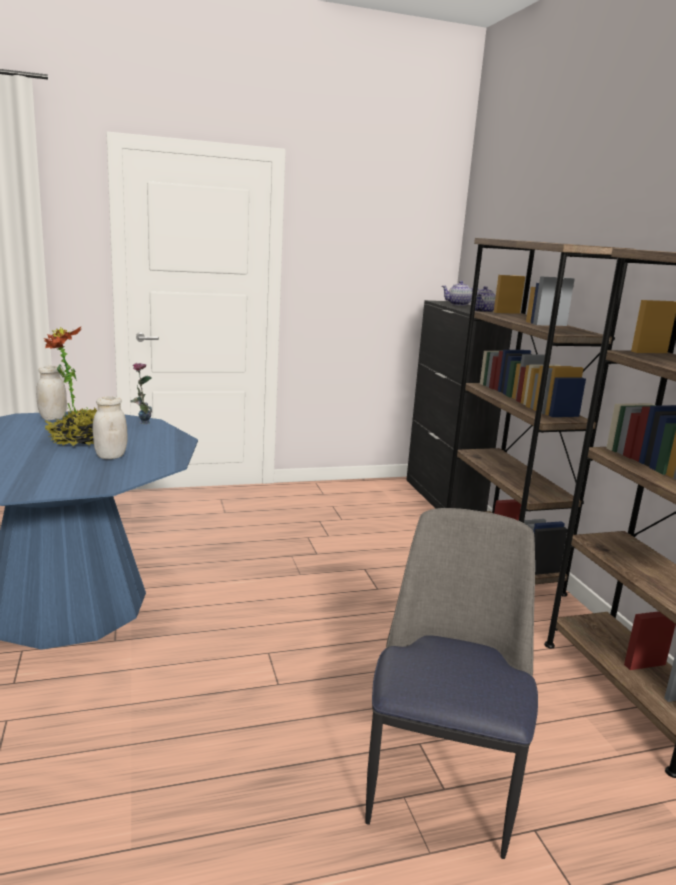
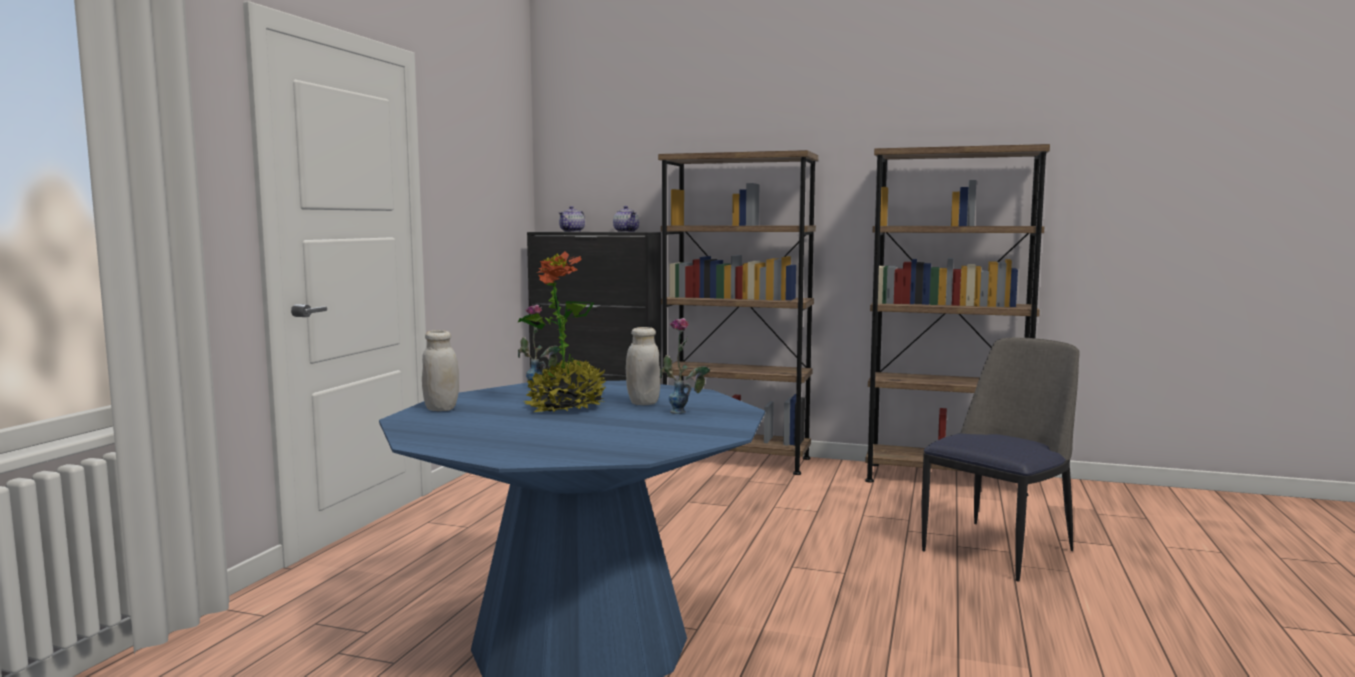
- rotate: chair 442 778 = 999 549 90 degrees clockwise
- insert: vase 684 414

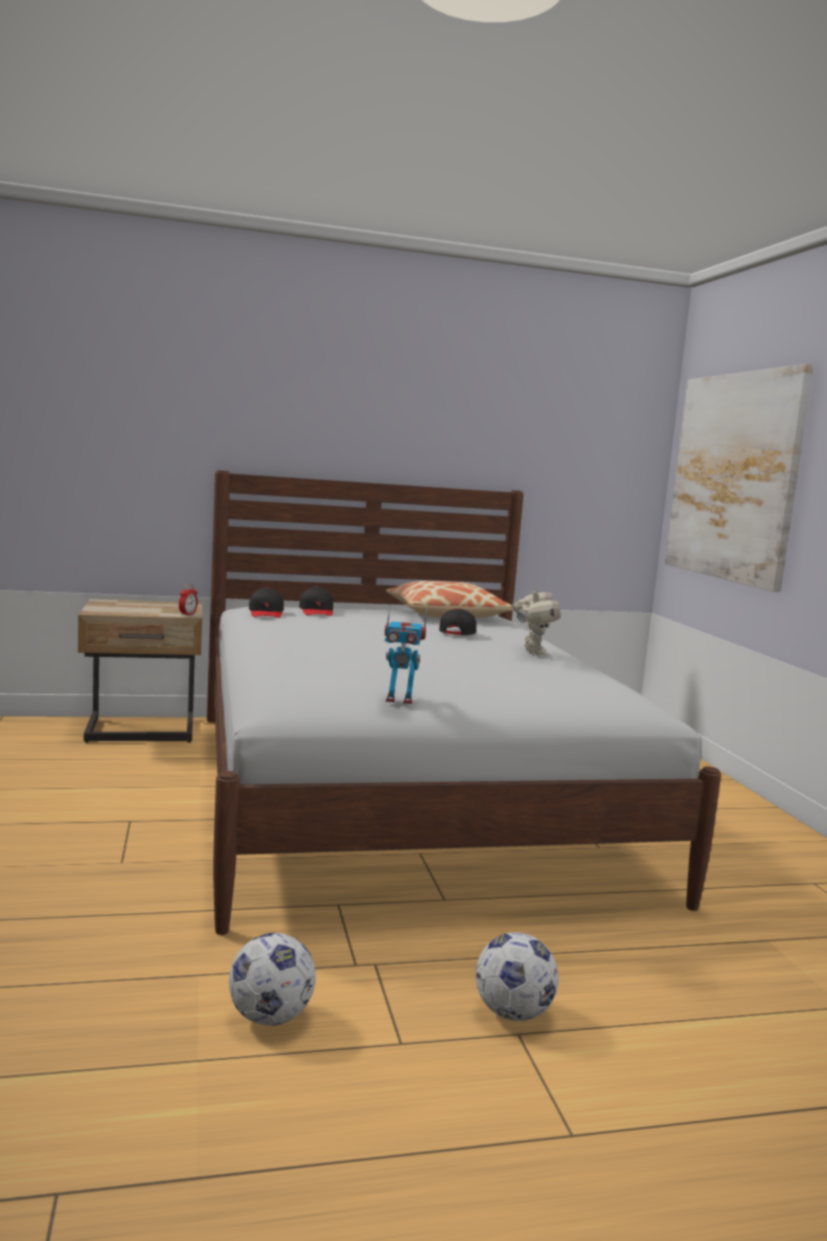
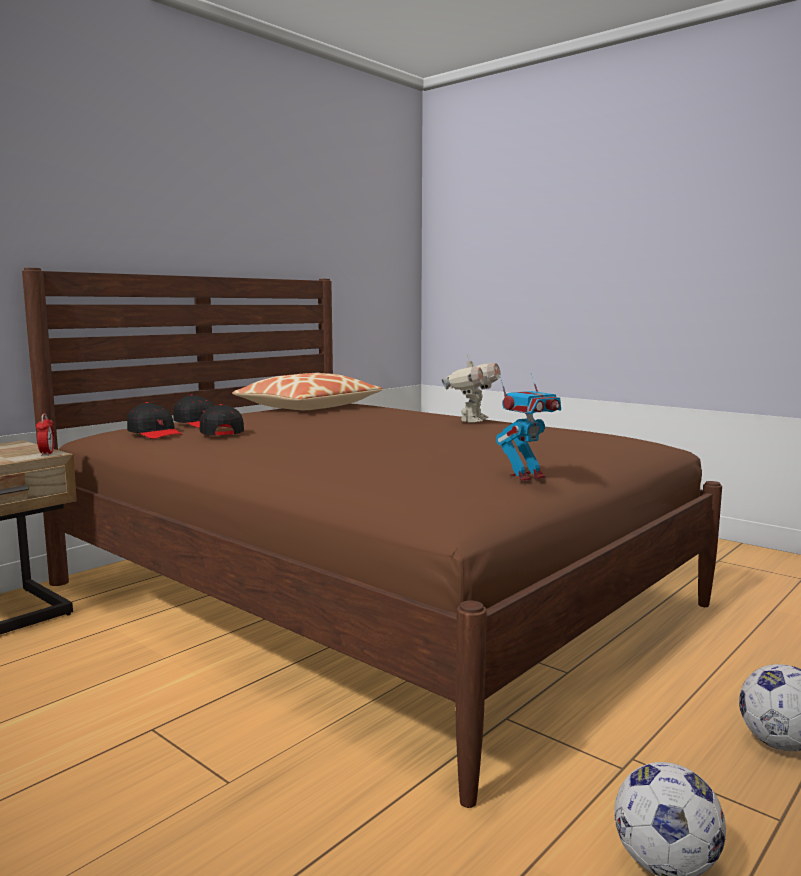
- recolor: whitish bed 401 794 to brownish bed 369 594
- move: black baseball cap 458 632 to 220 433
- rotate: toy robot 532 652 = 471 421 60 degrees clockwise
- delete: picture 733 476

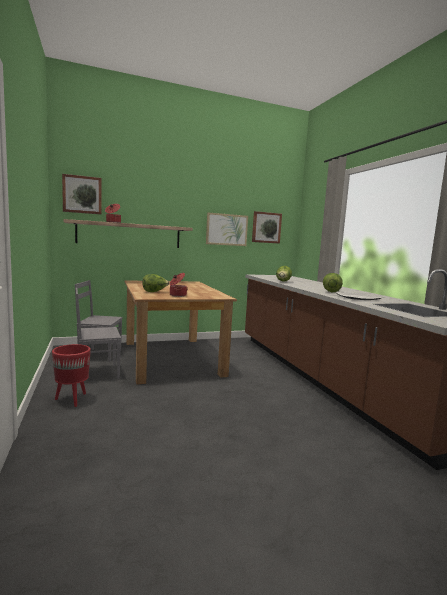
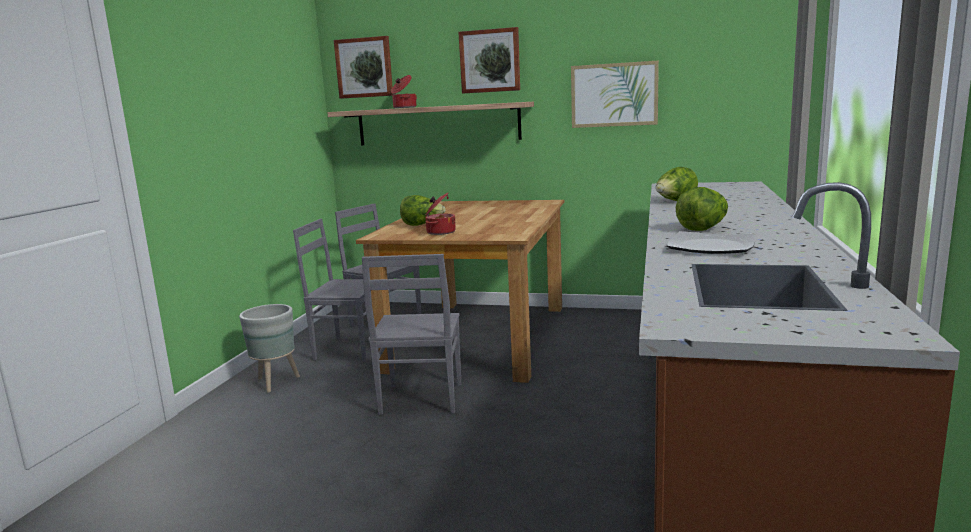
- recolor: reddish plant pot 72 399 to greyish plant pot 276 382
- move: picture 266 227 to 490 61
- insert: greyish chair 420 399

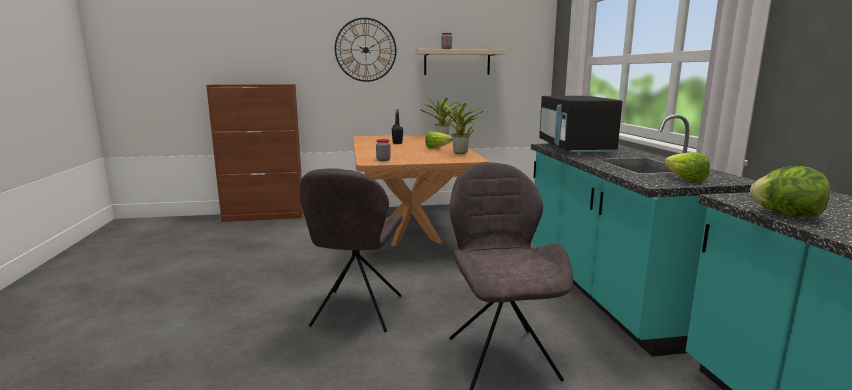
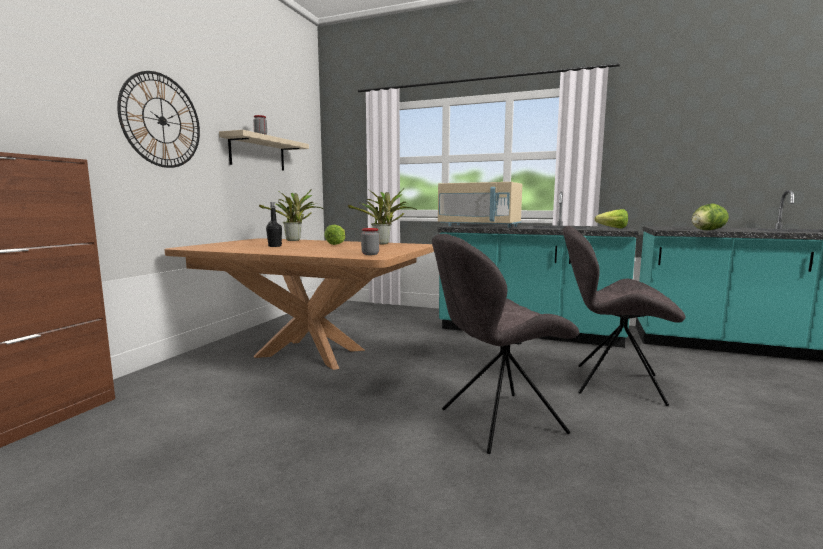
- rotate: greyish chair 356 312 = 497 422 120 degrees clockwise
- recolor: black microwave oven 574 149 to beige-coloured microwave oven 479 226

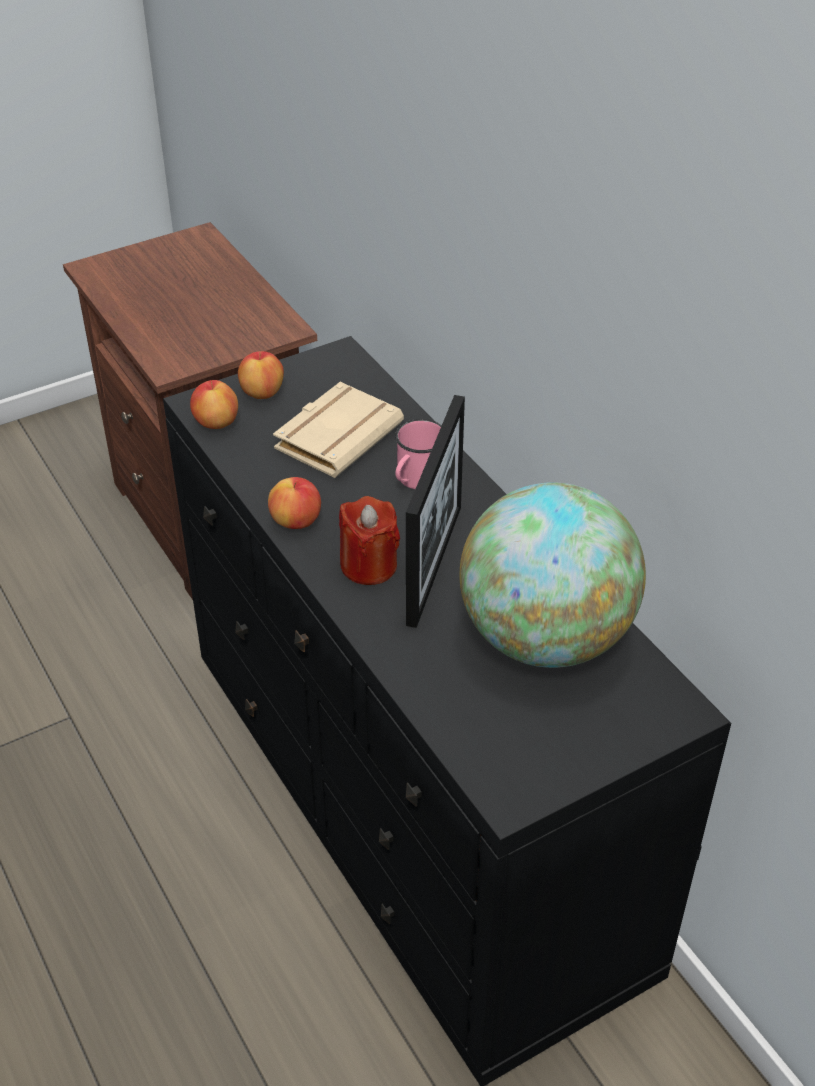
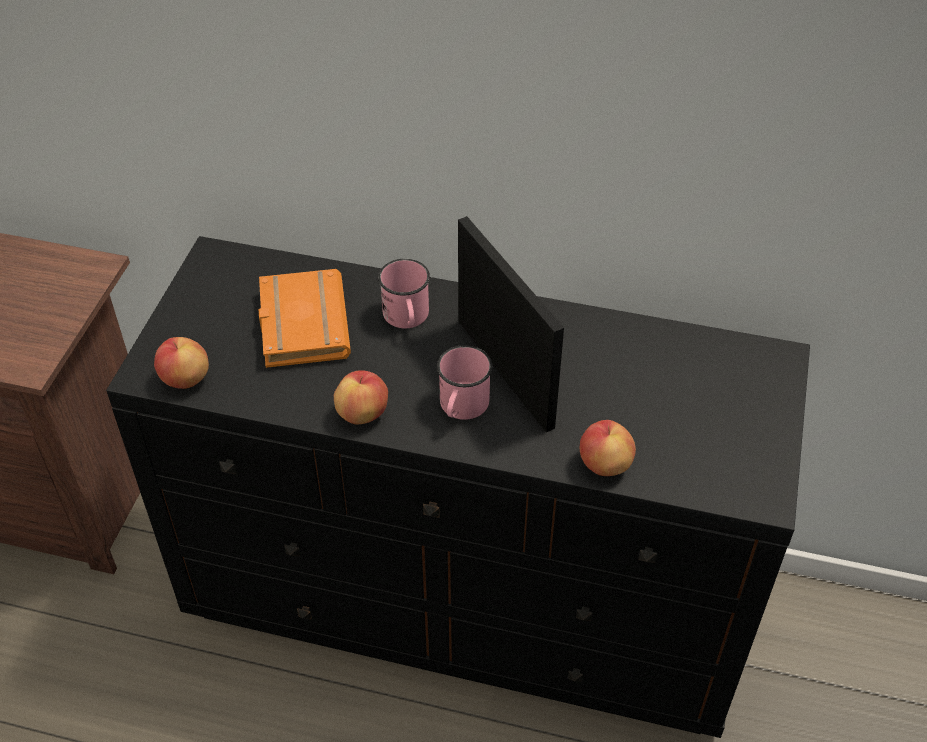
- move: apple fruit 262 393 to 604 464
- recolor: beige-coloured book 337 435 to orangey book 300 323
- replace: reddish candle 369 565 to pinkish mug 461 407
- delete: desk globe 545 638

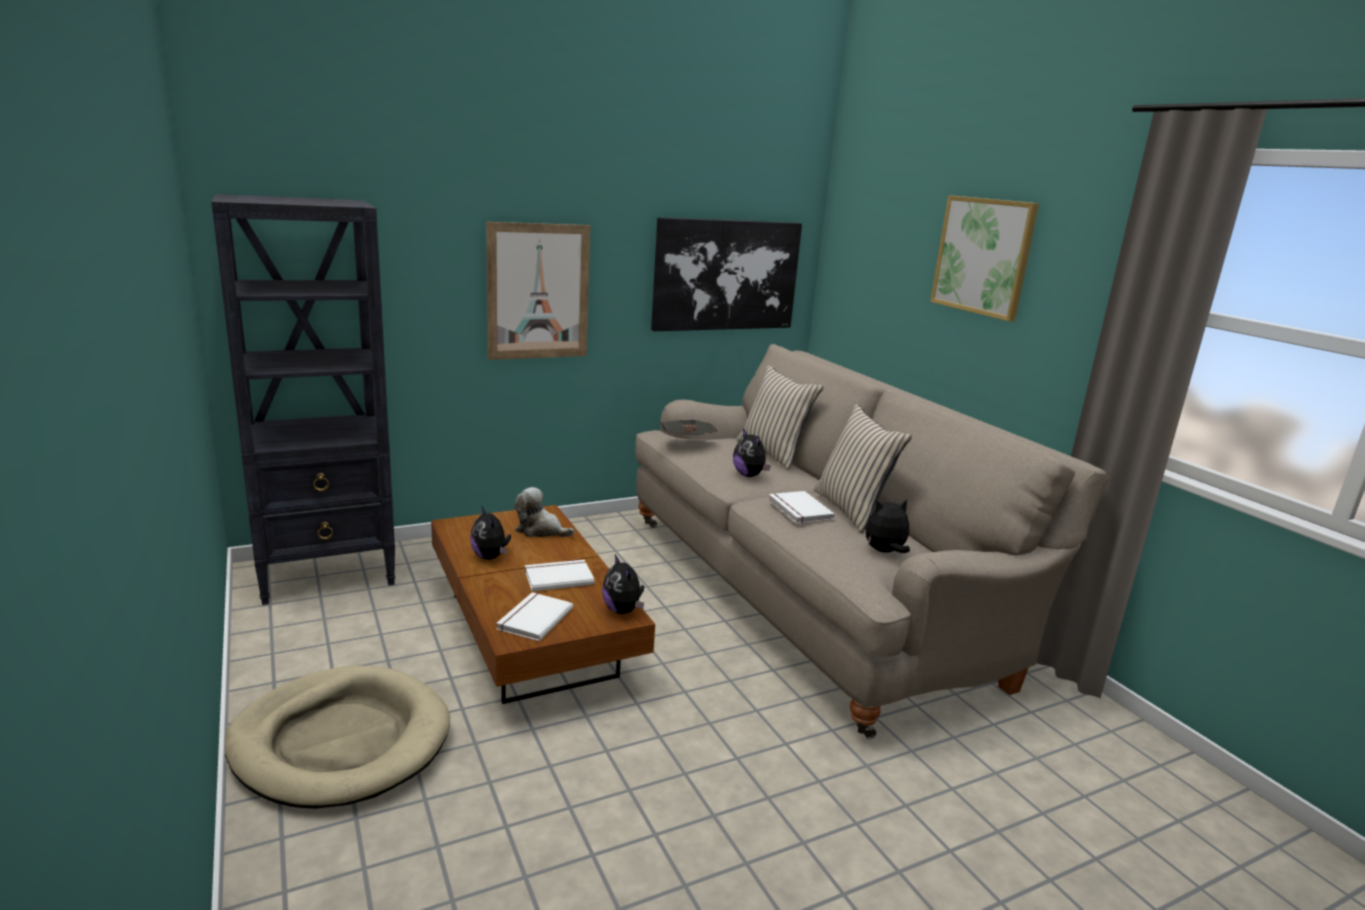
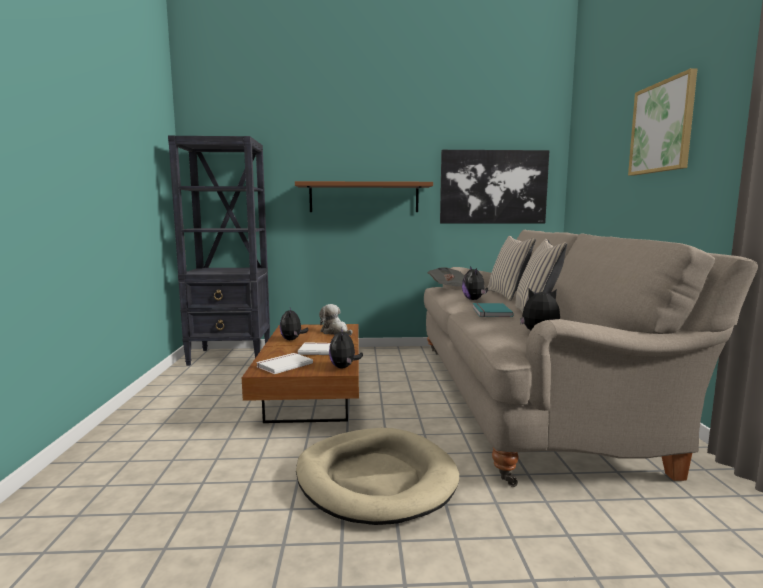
- move: beige-coloured dog bed 341 741 to 375 479
- replace: picture 538 292 to brownish shelf 364 197
- recolor: whitish book 798 510 to turquoise-coloured book 490 312

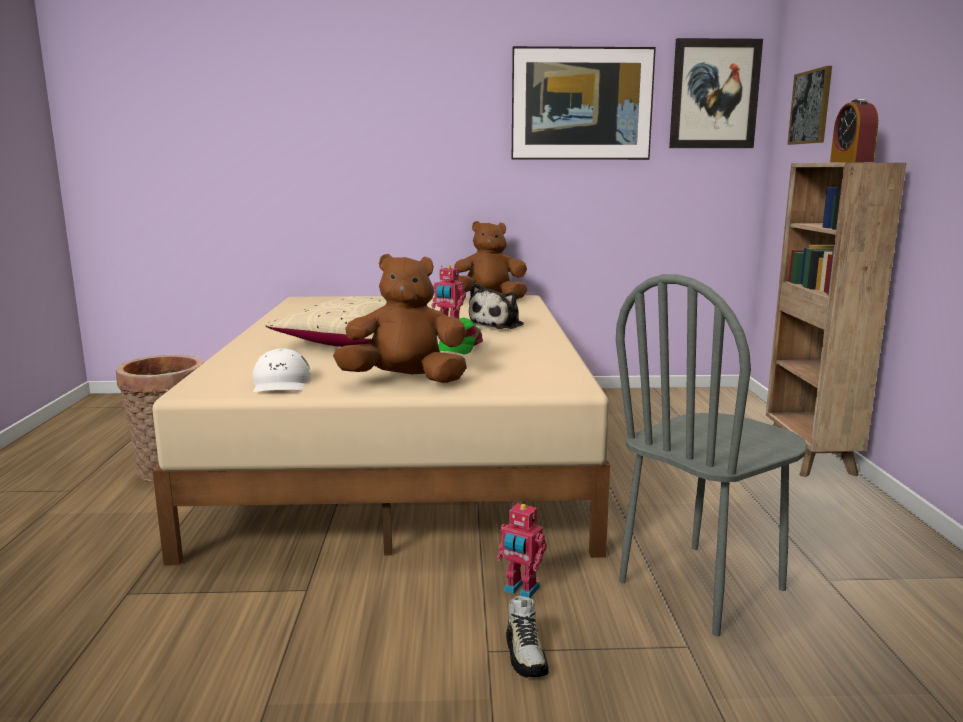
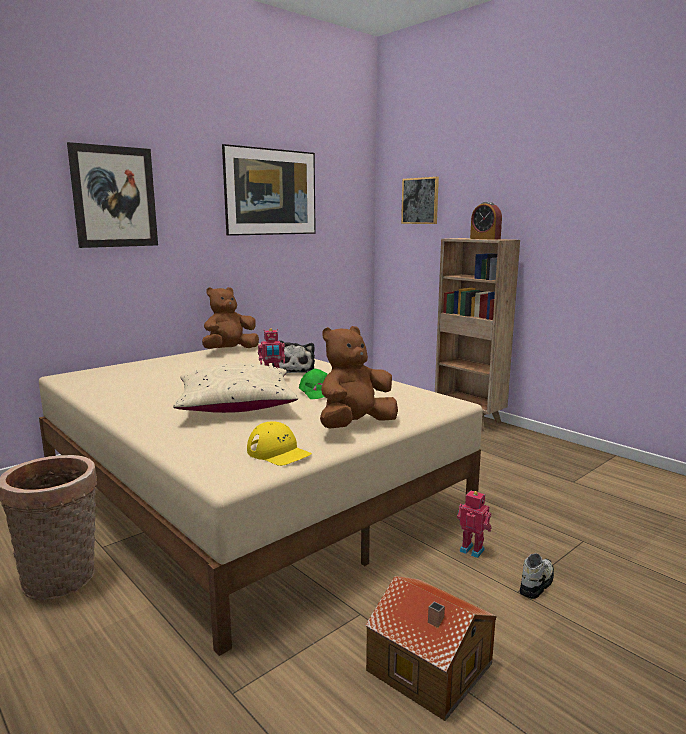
- recolor: whitish baseball cap 281 383 to yellowish baseball cap 278 452
- rotate: toy robot 520 590 = 472 549 135 degrees counterclockwise
- rotate: shoe 526 655 = 536 584 90 degrees counterclockwise
- delete: greyish chair 702 586
- move: picture 714 94 to 114 197
- insert: model house 429 669

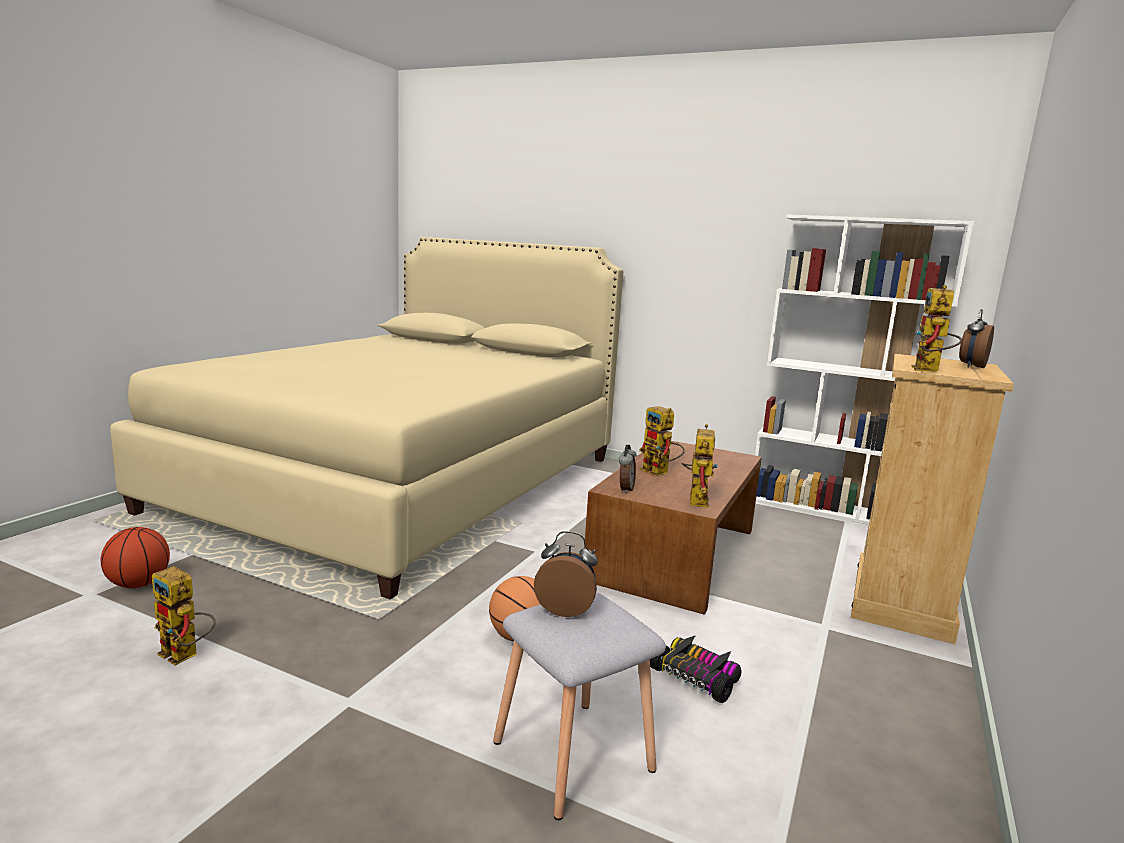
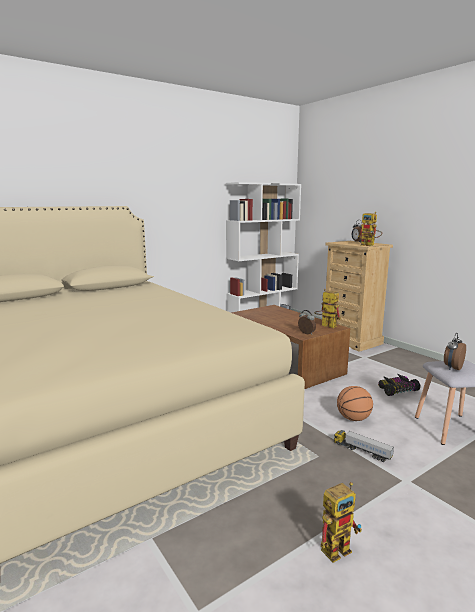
- delete: basketball ball 139 584
- delete: toy robot 660 473
- insert: model truck 361 451

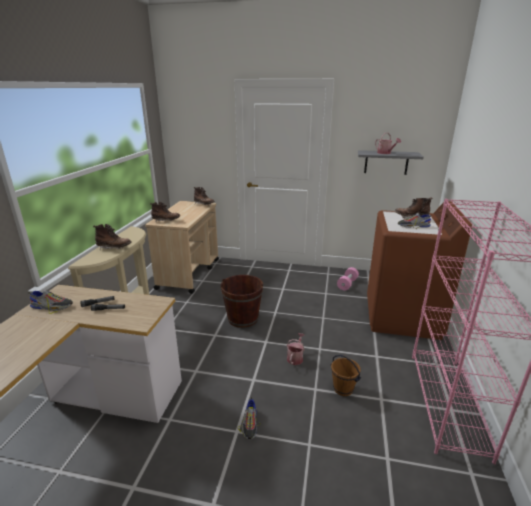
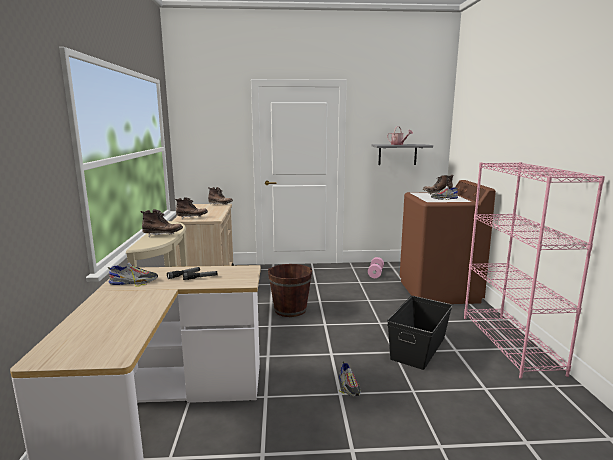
- delete: sprinkling can 295 357
- replace: brownish bucket 343 389 to black storage container 419 348

